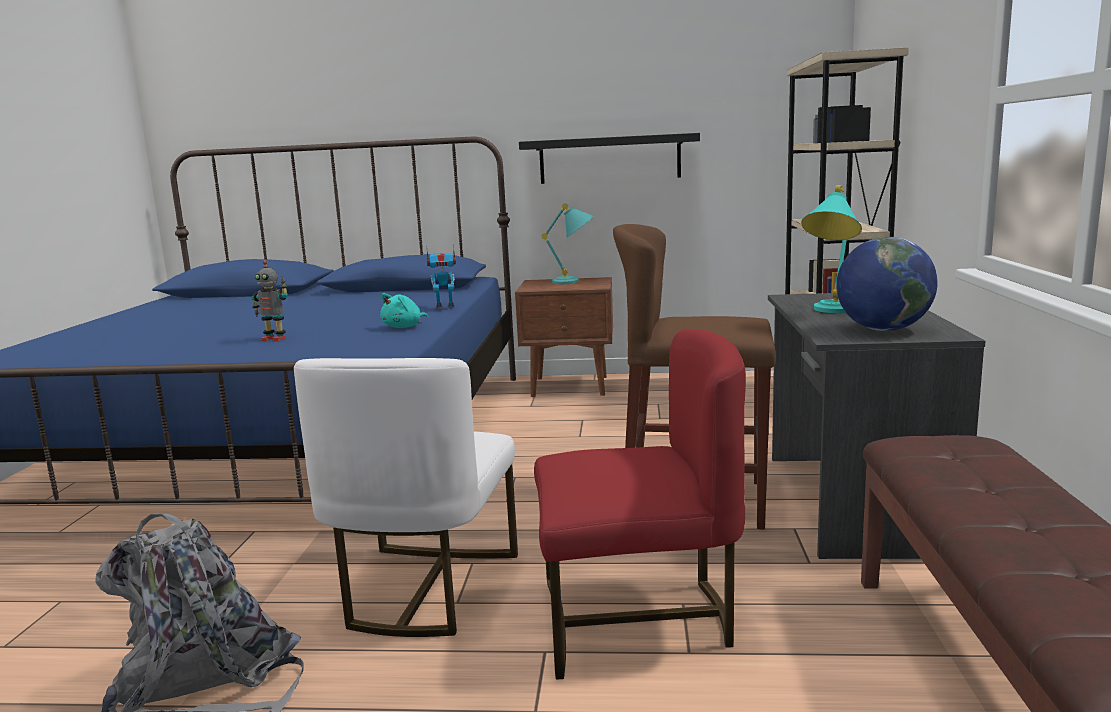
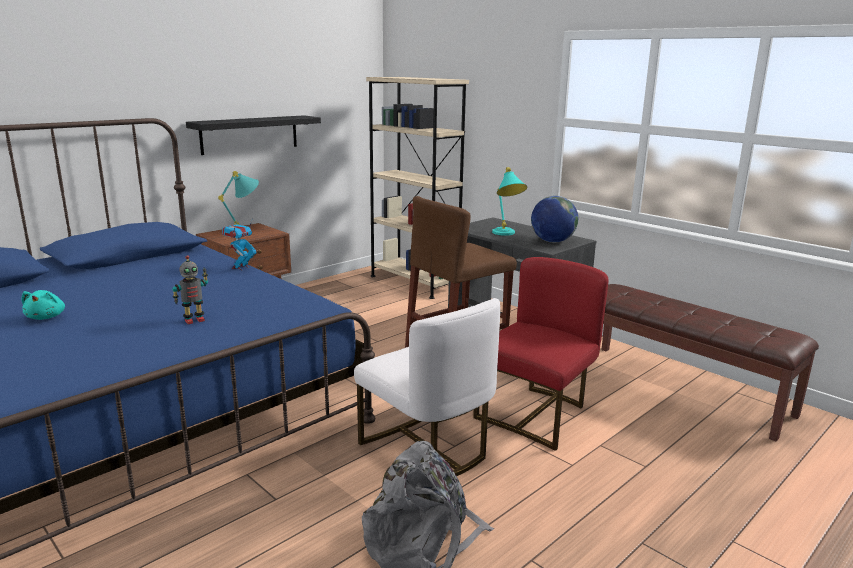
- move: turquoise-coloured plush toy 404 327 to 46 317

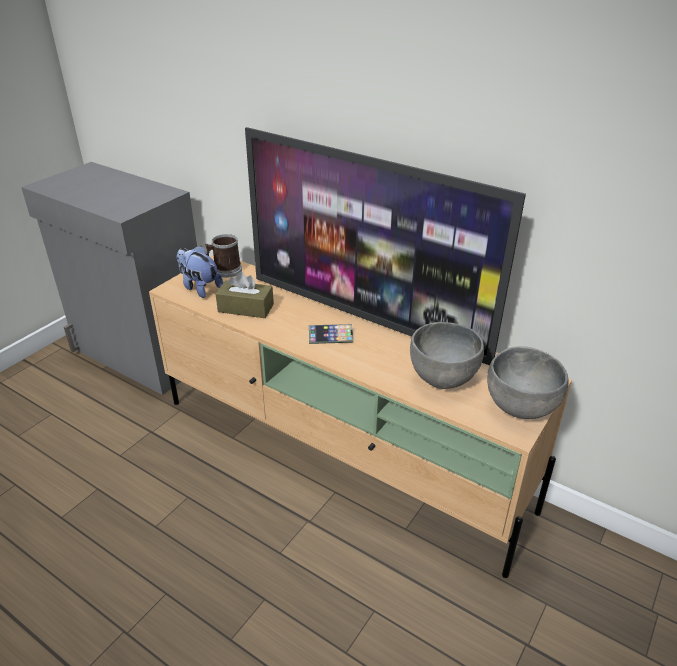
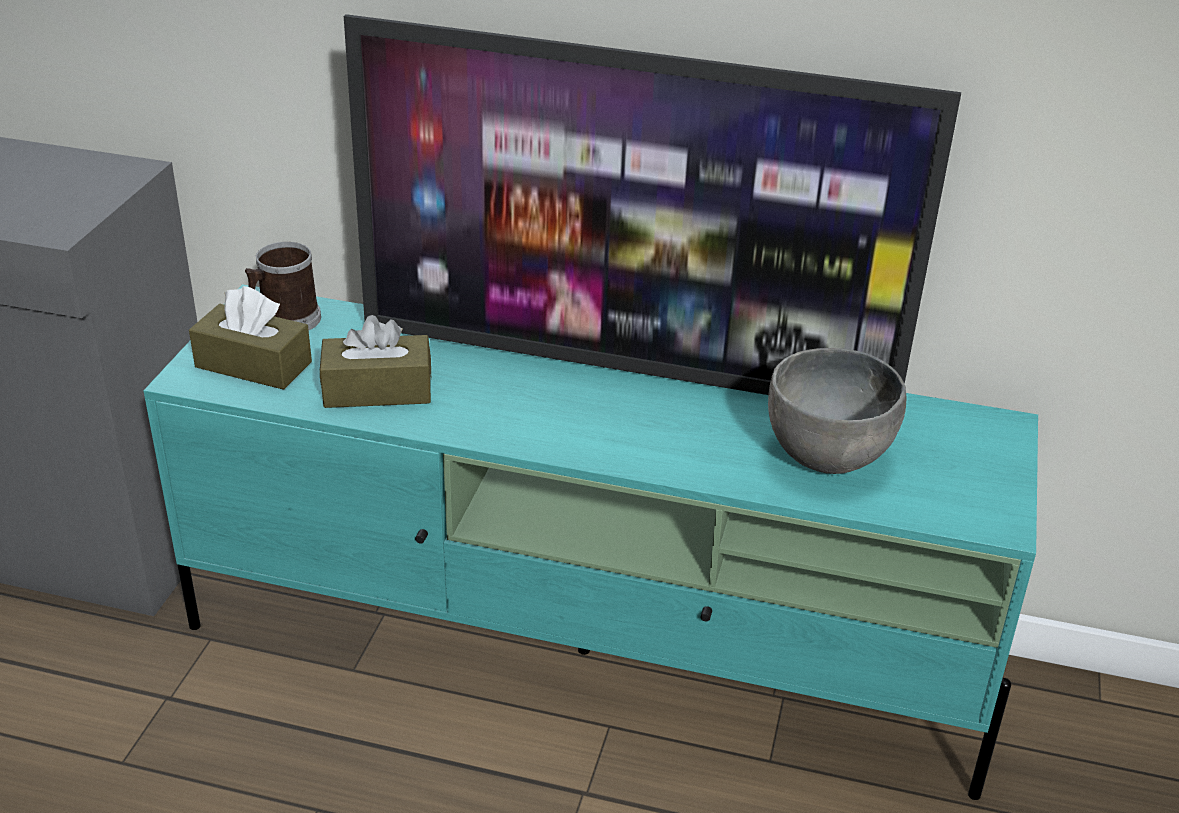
- recolor: beige-coloured tv unit 341 454 to turquoise-coloured tv unit 588 652
- replace: plush toy 200 288 to brownish tissue box 253 364
- delete: phone 330 336
- delete: greyish serving bowl 519 407

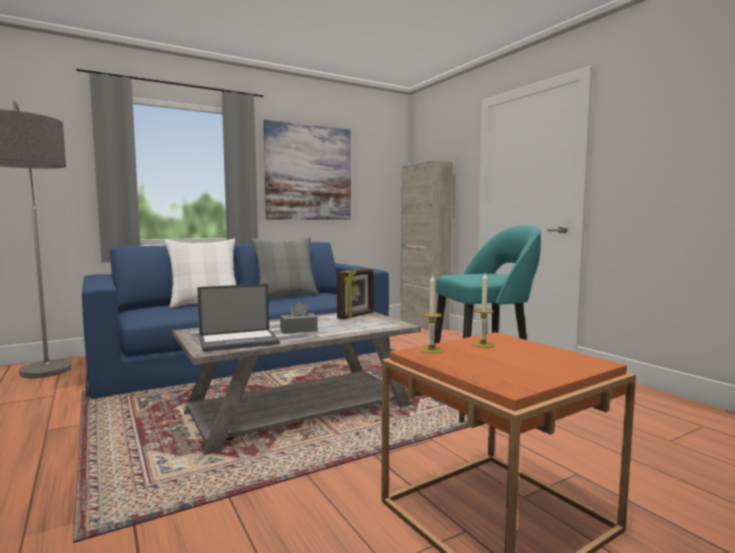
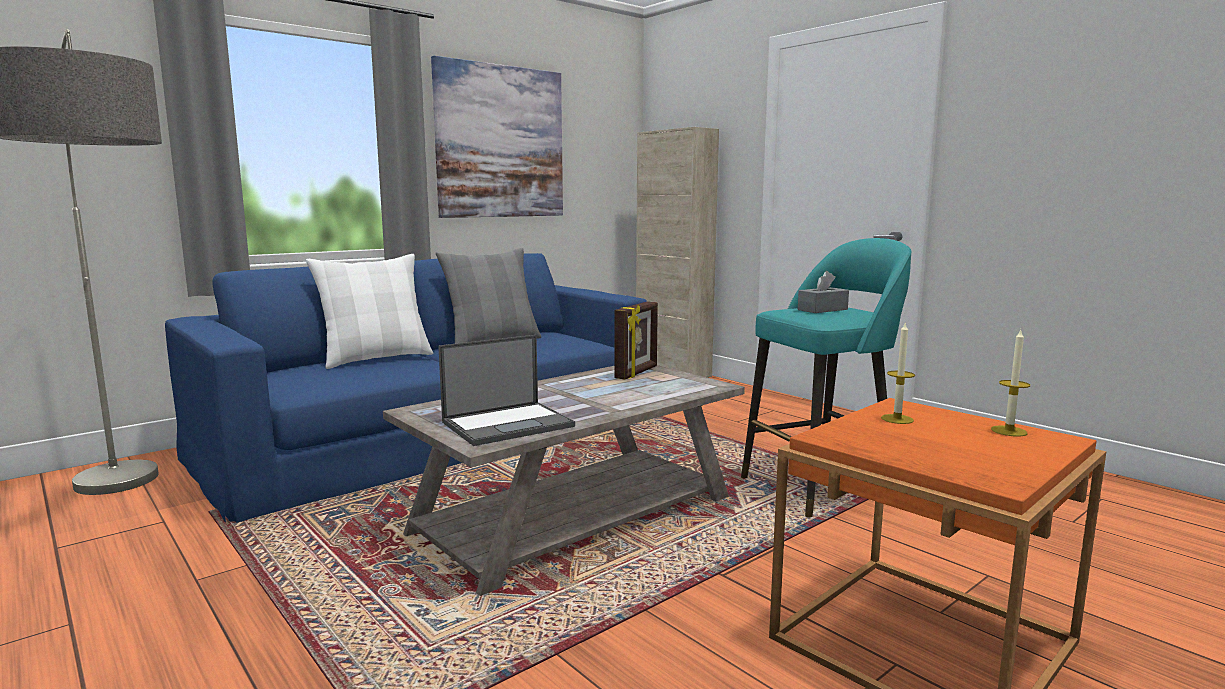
- move: greyish tissue box 298 330 to 822 309
- move: candle 431 350 to 1009 431

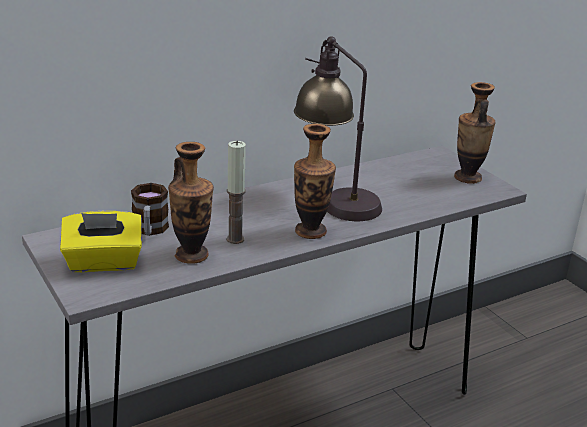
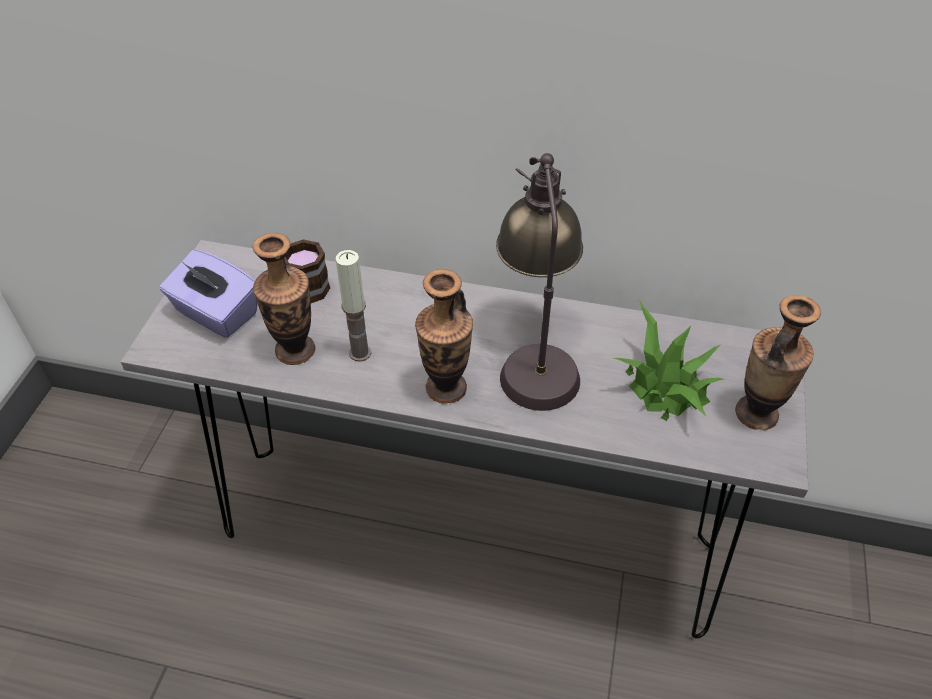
- recolor: yellowish tissue box 103 262 to purple tissue box 216 314
- insert: houseplant 665 385

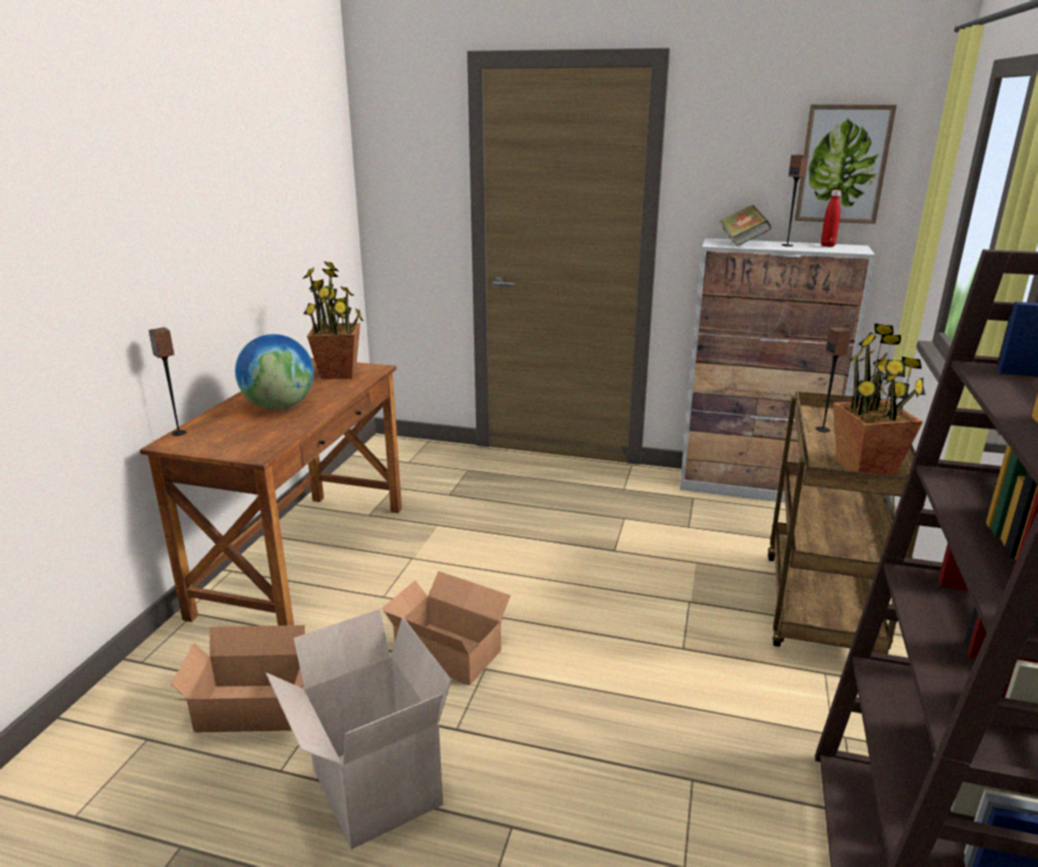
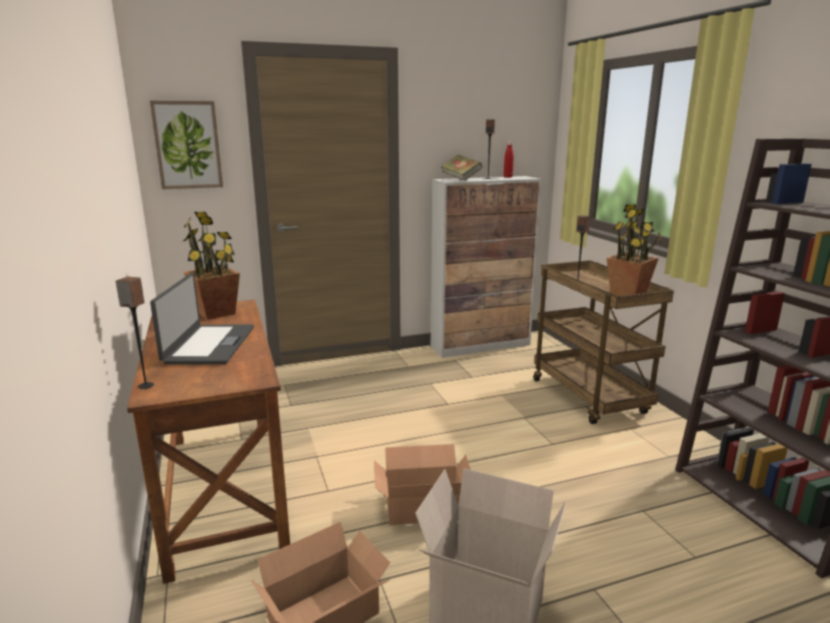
- replace: desk globe 279 406 to laptop 209 345
- move: picture 843 164 to 187 145

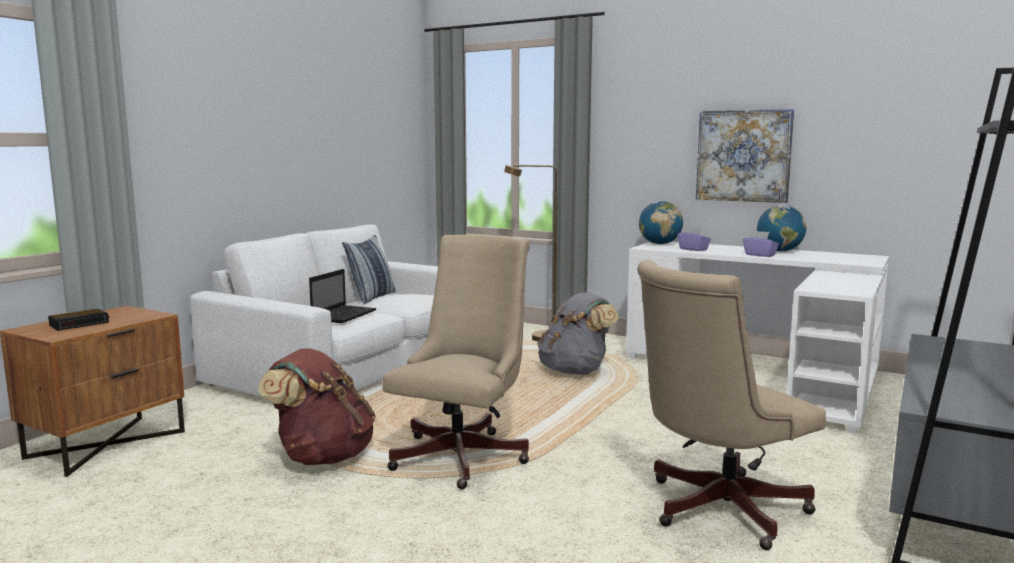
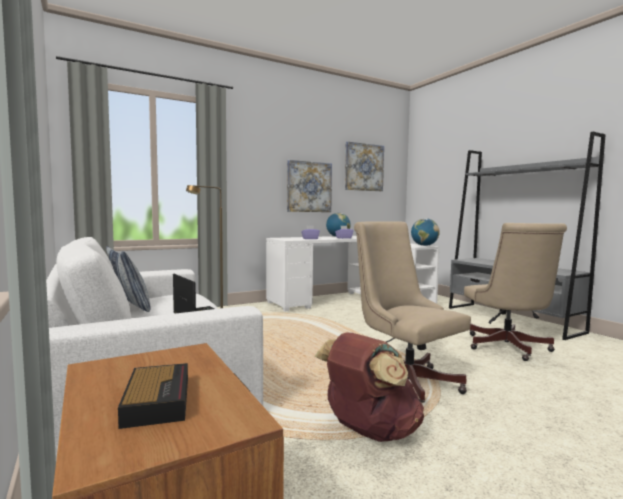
- delete: greyish knapsack 575 371
- move: desk globe 660 244 to 424 245
- insert: picture 364 167

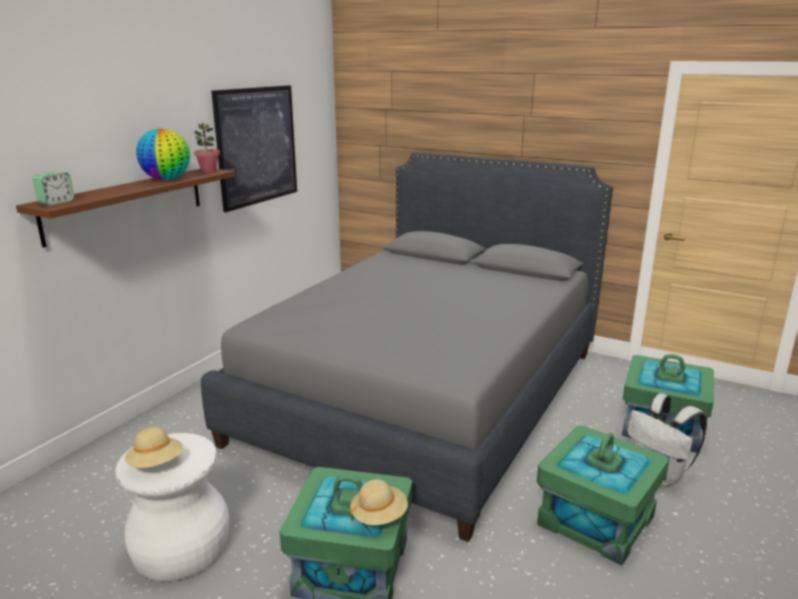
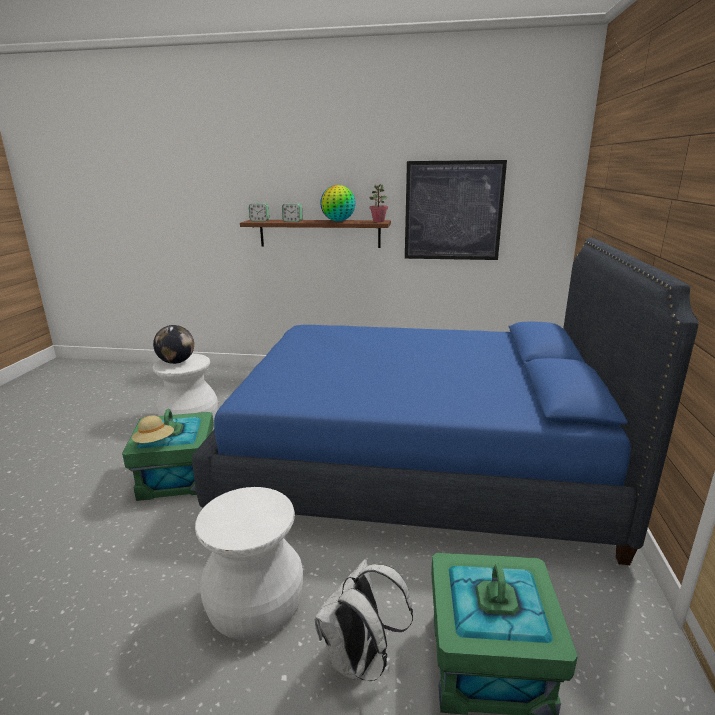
- replace: beige-coloured clothing hat 156 464 to desk globe 176 362
- recolor: greyish bed 426 395 to blue-coloured bed 415 461
- replace: green storage container 596 520 to whitish stool seat 253 602
- insert: bedside clock 292 221

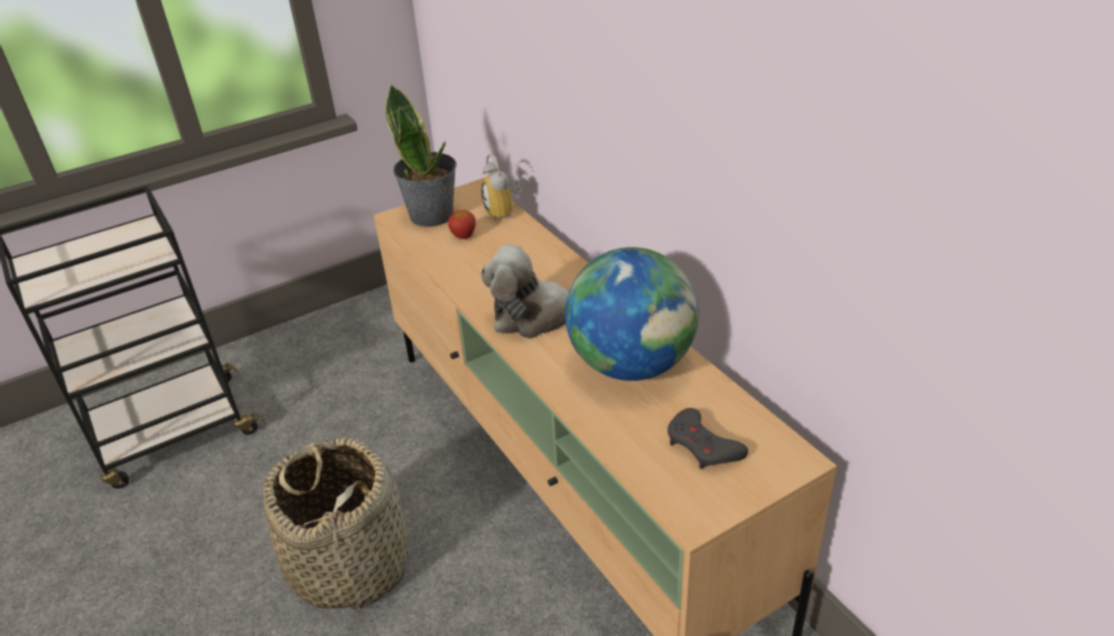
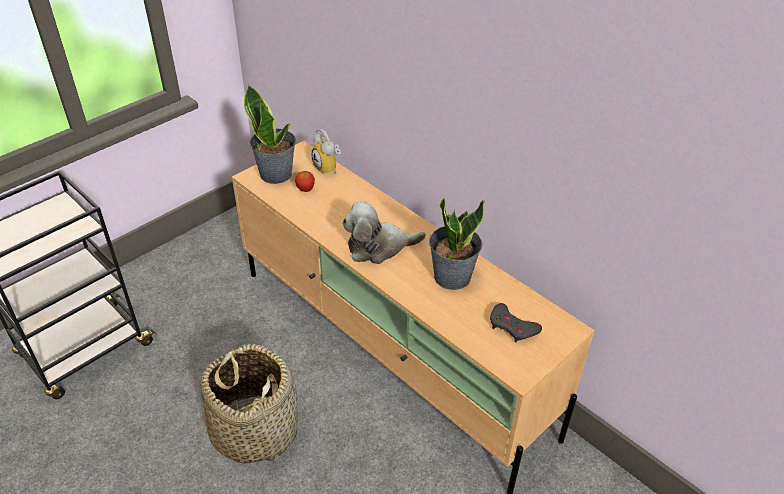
- replace: desk globe 631 364 to houseplant 452 276

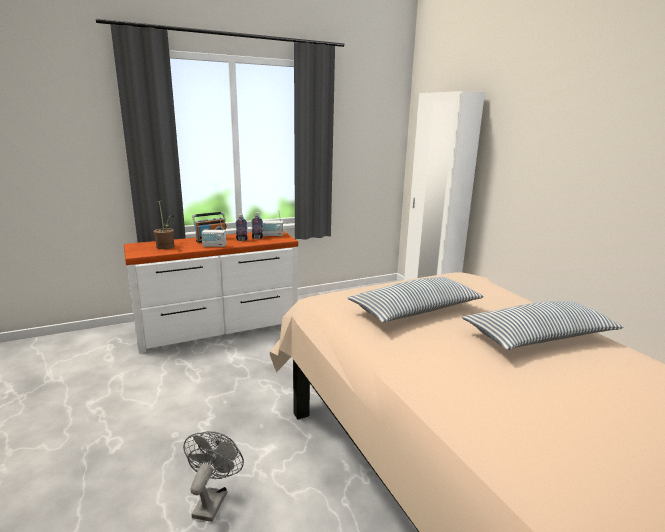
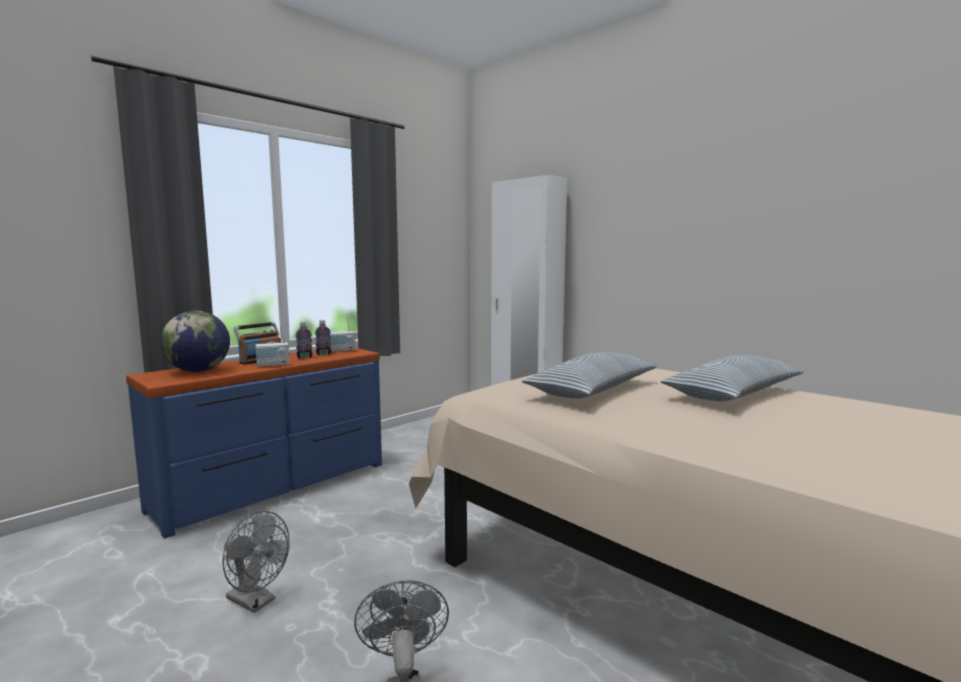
- recolor: whitish drawer chest 219 328 to blue-coloured drawer chest 275 487
- replace: houseplant 166 246 to desk globe 199 371
- insert: greyish fan 256 601

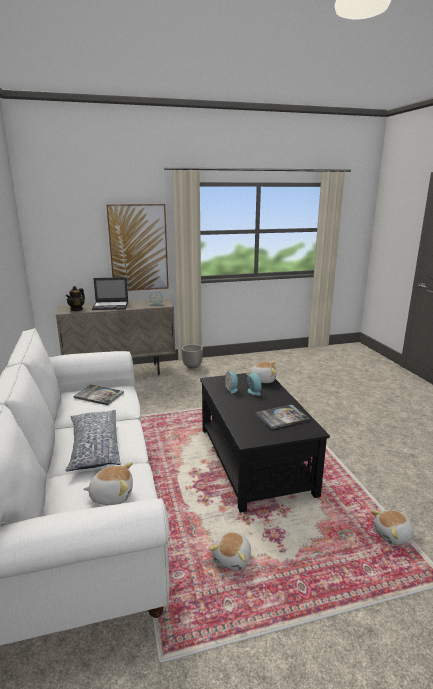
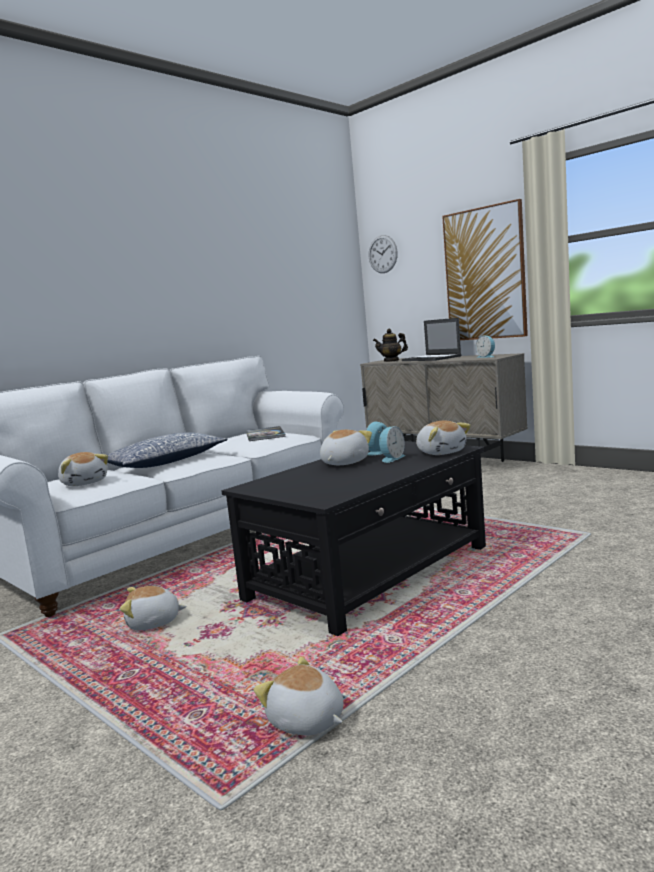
- delete: plant pot 192 366
- delete: book 282 417
- insert: plush toy 343 463
- insert: clock on the wall 382 254

